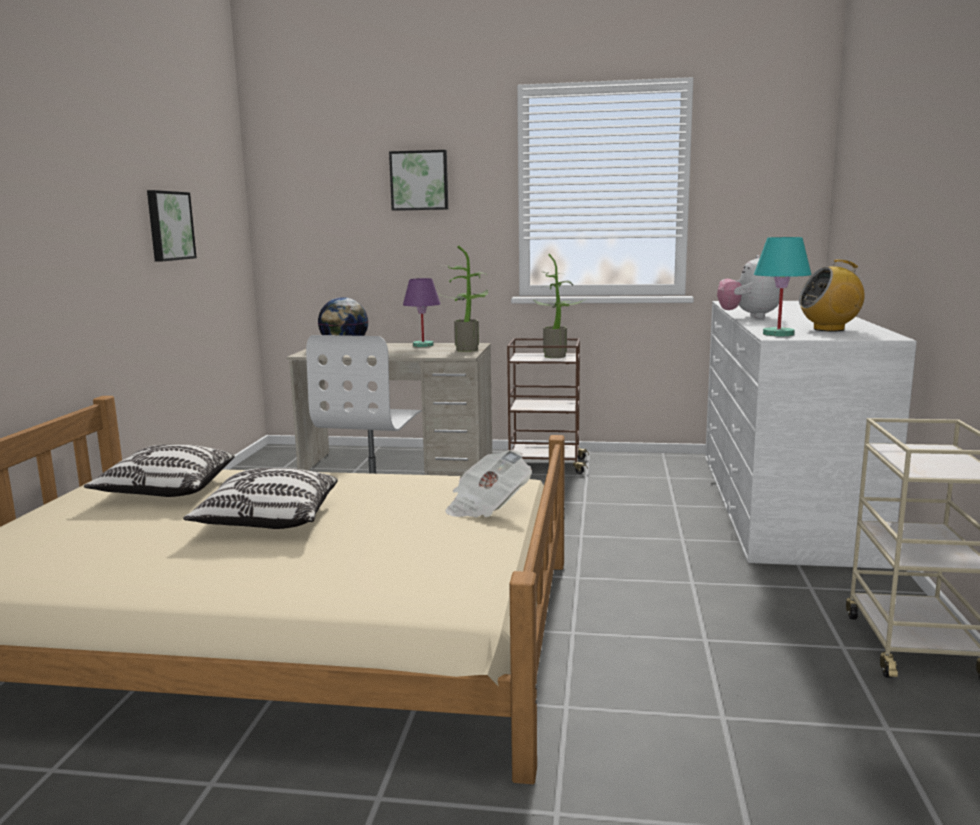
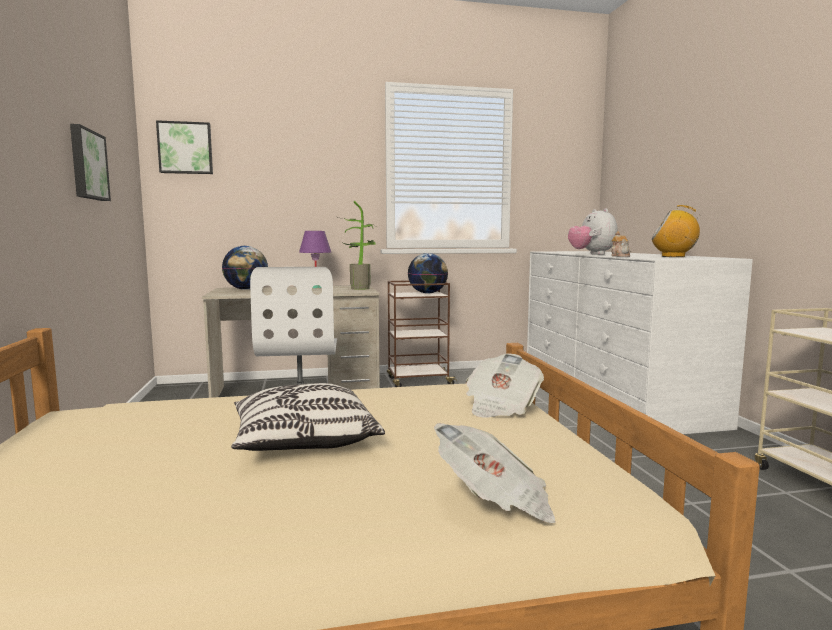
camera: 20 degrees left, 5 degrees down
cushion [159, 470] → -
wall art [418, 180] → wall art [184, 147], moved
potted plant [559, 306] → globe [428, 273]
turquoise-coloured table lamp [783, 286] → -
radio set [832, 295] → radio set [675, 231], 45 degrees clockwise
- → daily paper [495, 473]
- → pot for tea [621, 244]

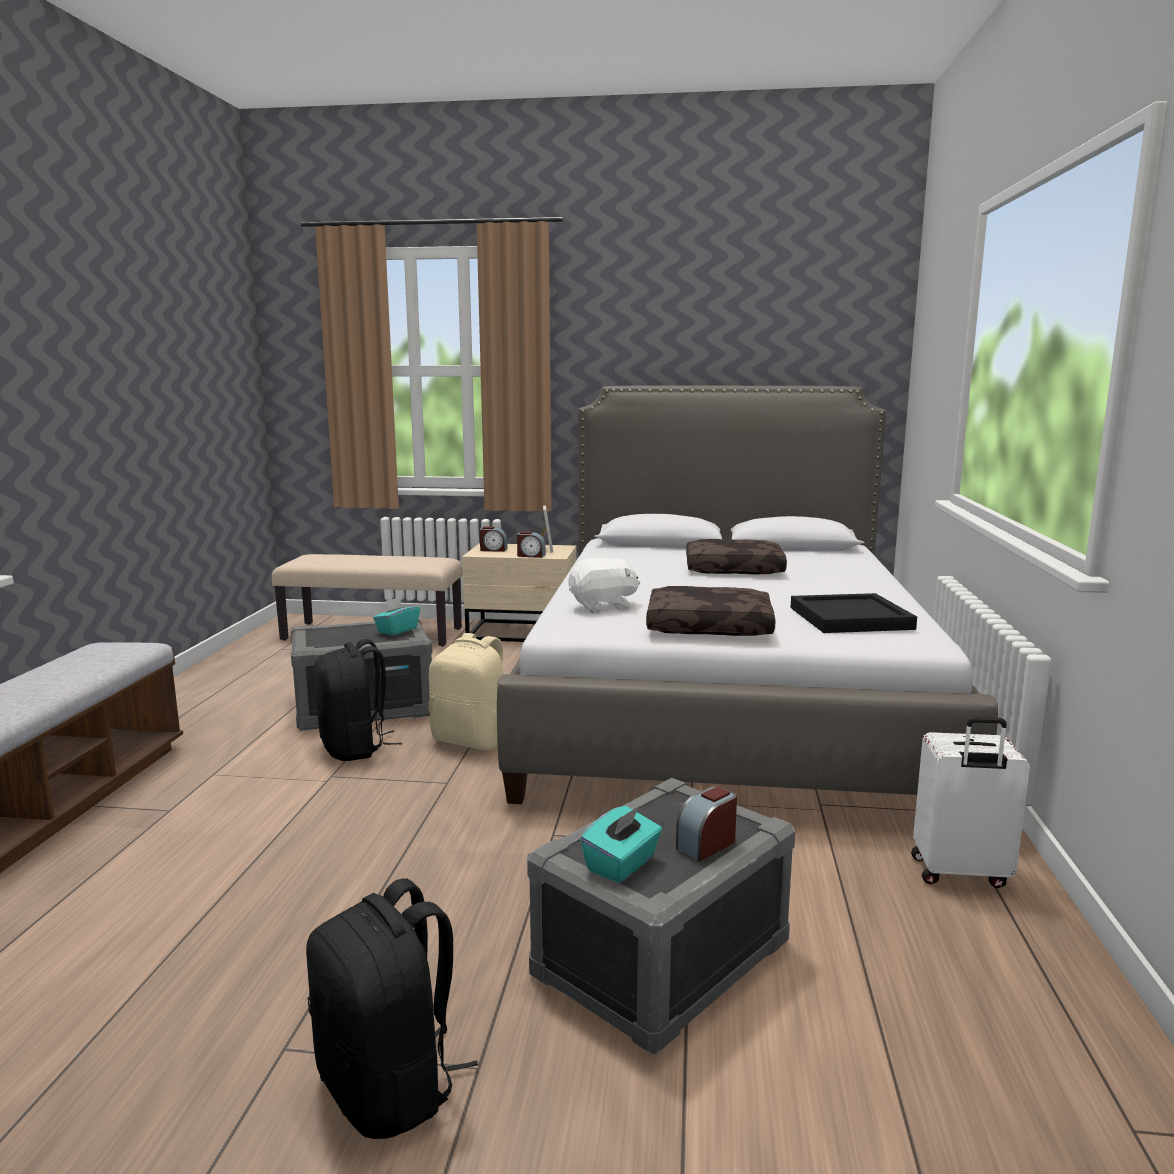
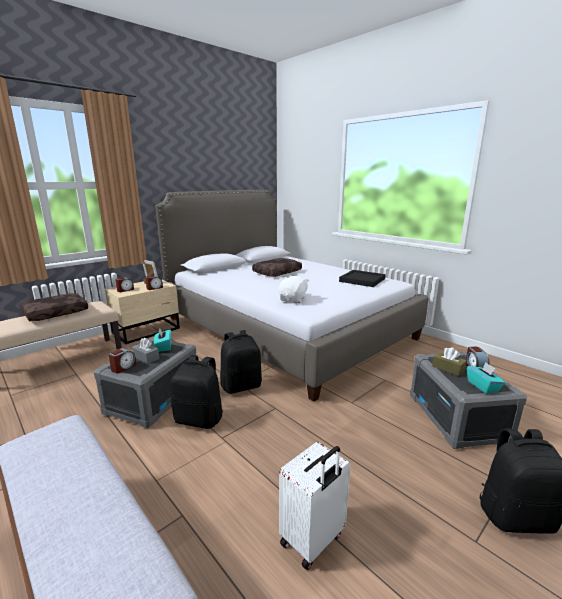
camera: 50 degrees left, 5 degrees up
beige-coloured knapsack [466, 691] → blackish knapsack [241, 362]
brownish cushion [711, 611] → brownish cushion [54, 307], moved
white-coloured piece of luggage [970, 802] → white-coloured piece of luggage [315, 506], moved
- → bedside clock [122, 360]
- → gray tissue box [146, 351]
- → brownish tissue box [449, 361]

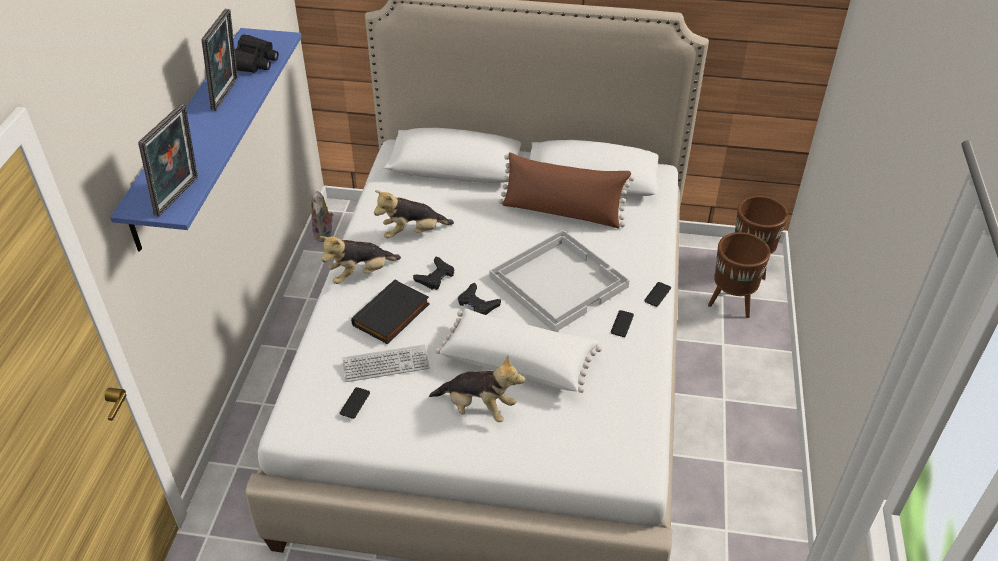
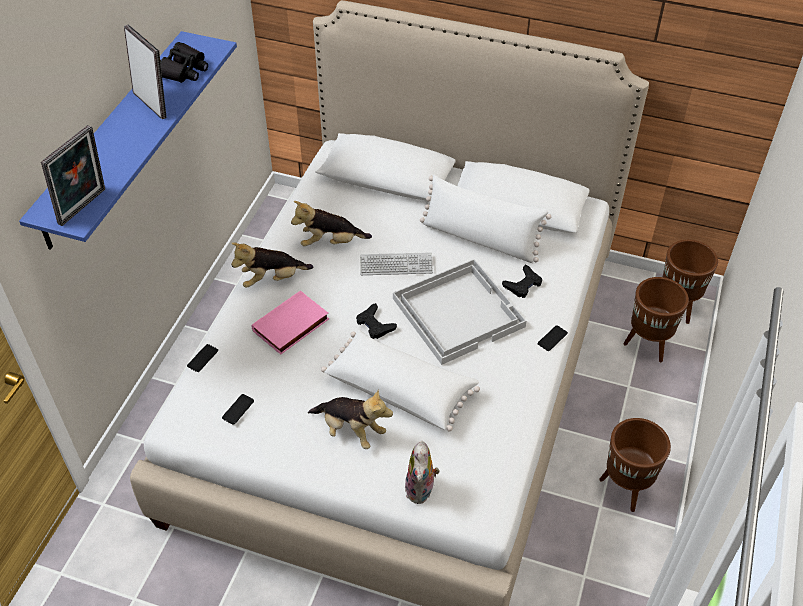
camera: 10 degrees right, 5 degrees up
picture frame [219, 60] → picture frame [145, 72], 60 degrees counterclockwise
soft toy [322, 216] → soft toy [422, 472], moved
computer keyboard [386, 363] → computer keyboard [396, 263], moved
blackish volume [390, 312] → pink volume [290, 322]
blackish gamepad [433, 273] → blackish gamepad [522, 281], moved
brownish cushion [566, 190] → white-coloured cushion [485, 219]
handset [622, 323] → handset [202, 358], moved
- → brownish plant pot [635, 465]

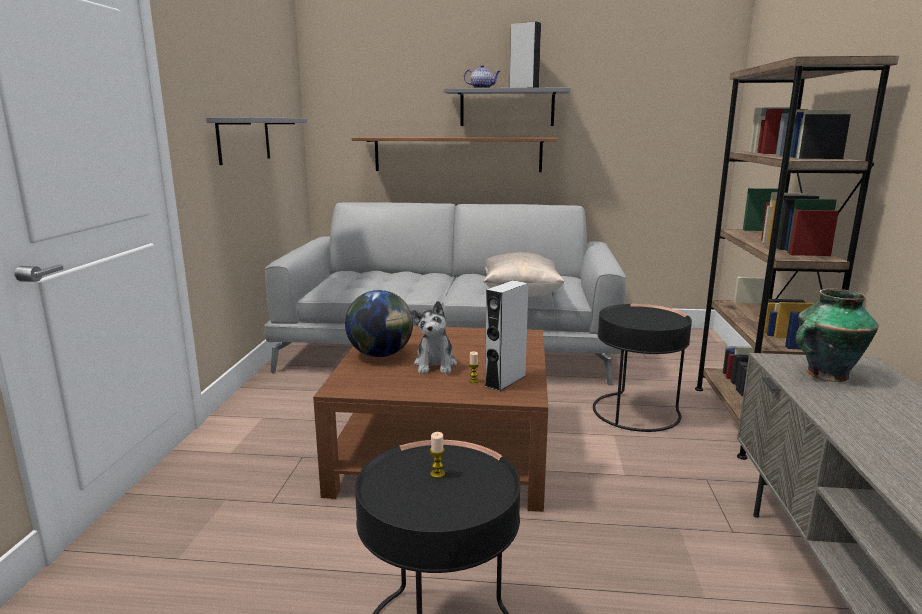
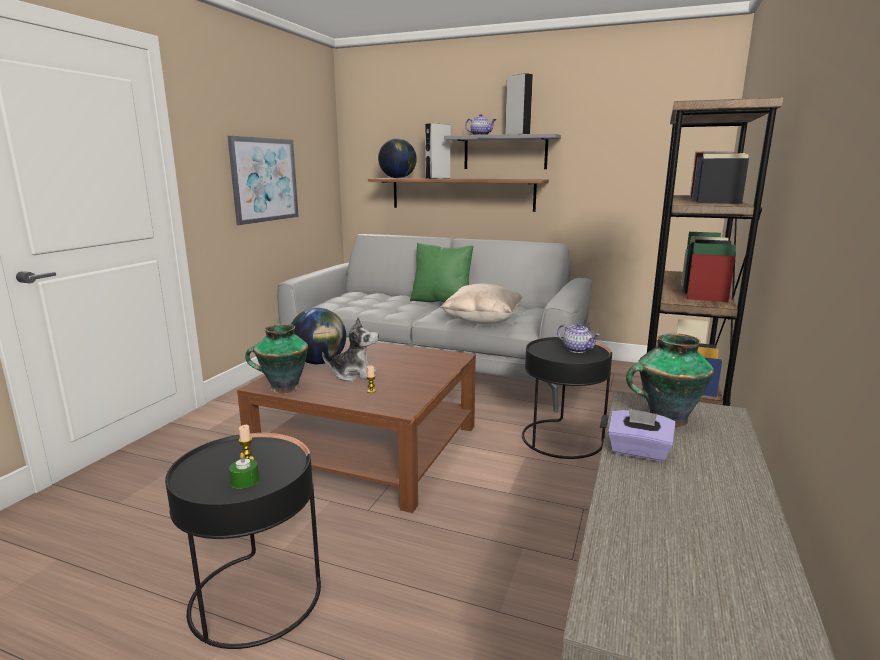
camera: 15 degrees right, 0 degrees up
gray wall shelf [256, 141] → wall art [263, 180]
soft toy [434, 337] → soft toy [350, 349], 105 degrees counterclockwise
gray audio speaker [506, 335] → gray audio speaker [438, 151], moved
- → green-coloured wax light [244, 471]
- → flower vase [276, 358]
- → globe [397, 158]
- → green-coloured cushion [441, 272]
- → pot for tea [578, 338]
- → purple tissue box [641, 435]

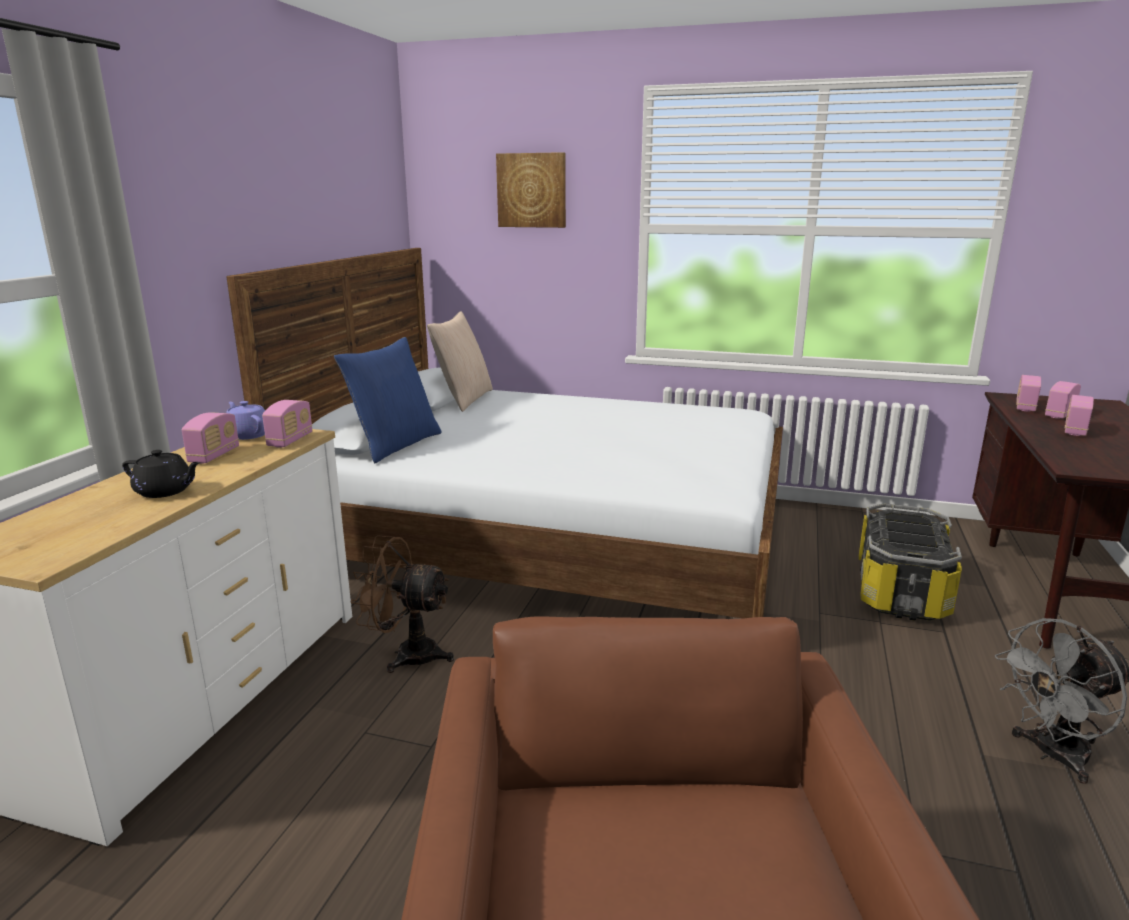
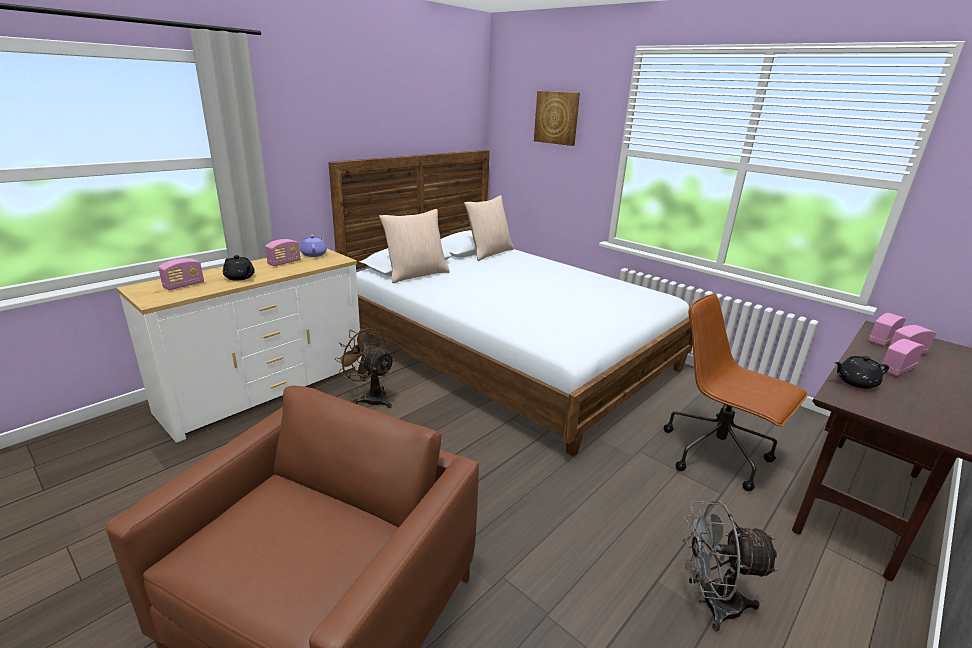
camera: 25 degrees right, 5 degrees up
radio set [287, 423] → radio set [181, 274], moved
blue cushion [387, 400] → beige-coloured cushion [414, 246]
storage container [910, 562] → brownish desk chair [736, 392]
- → blackish pot for tea [862, 372]

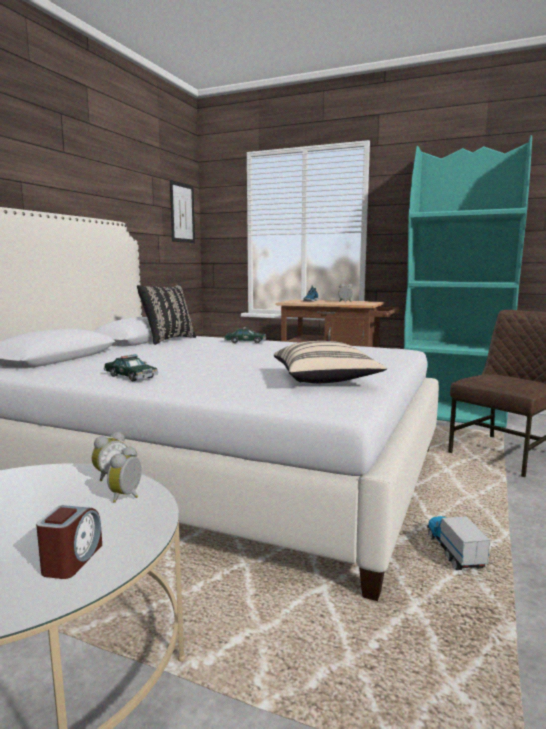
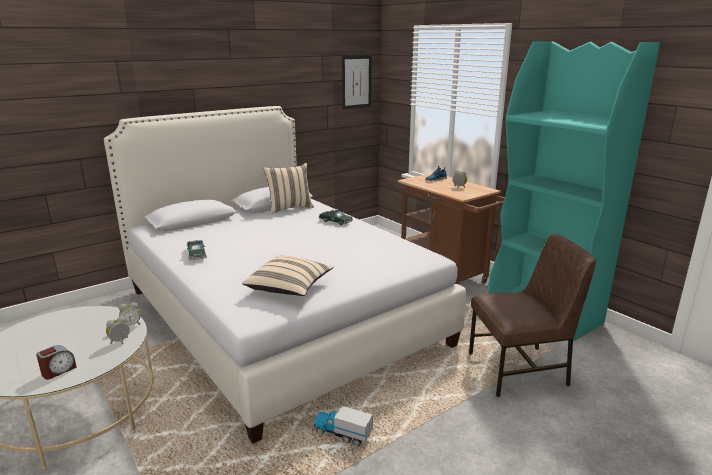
camera: 30 degrees right, 10 degrees up
blackish cushion [166, 314] → beige-coloured cushion [288, 188]
toy truck [459, 543] → toy truck [343, 426], 90 degrees counterclockwise

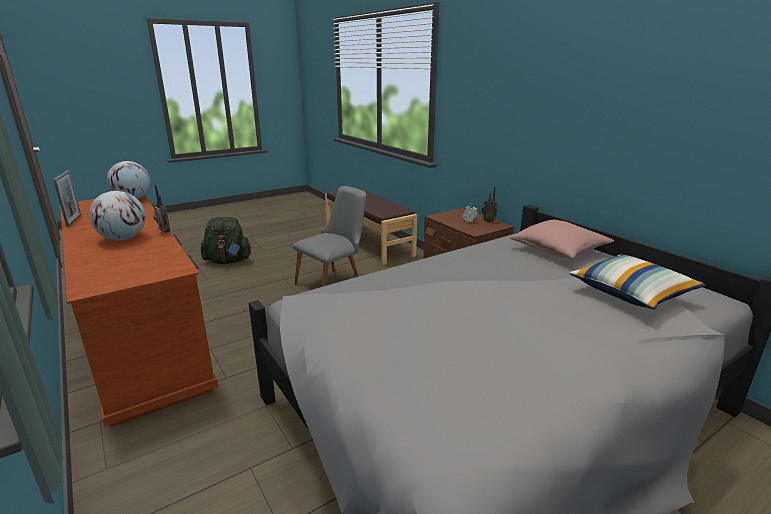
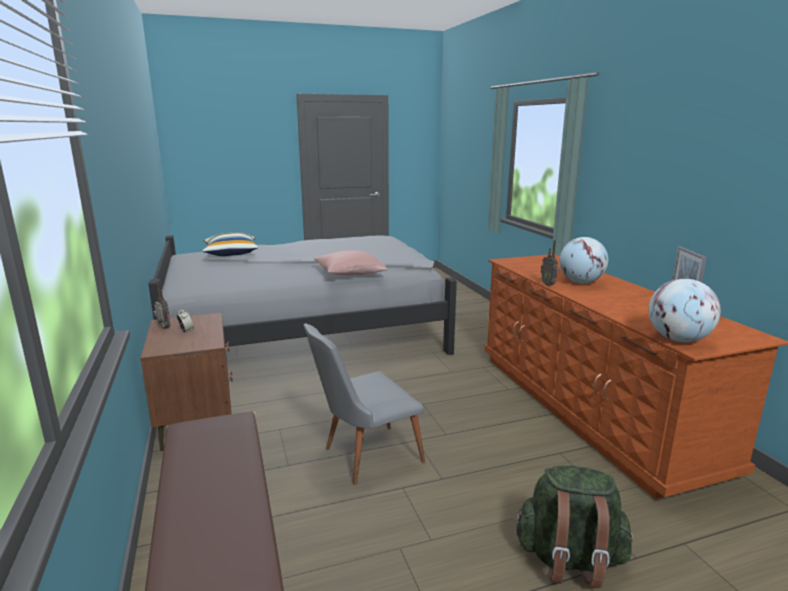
camera: 165 degrees left, 5 degrees down
pink cushion [561, 239] → pink cushion [350, 263], moved

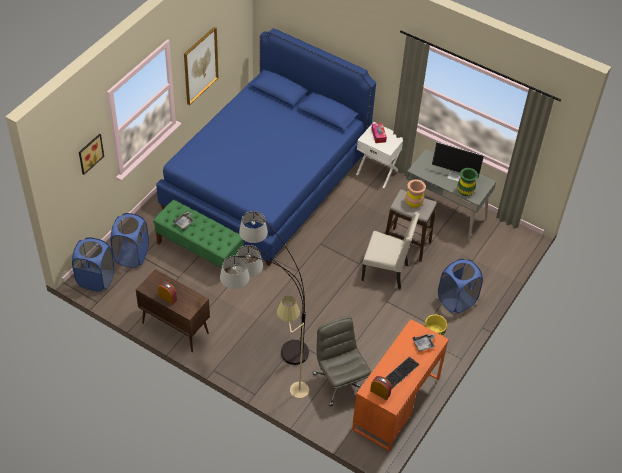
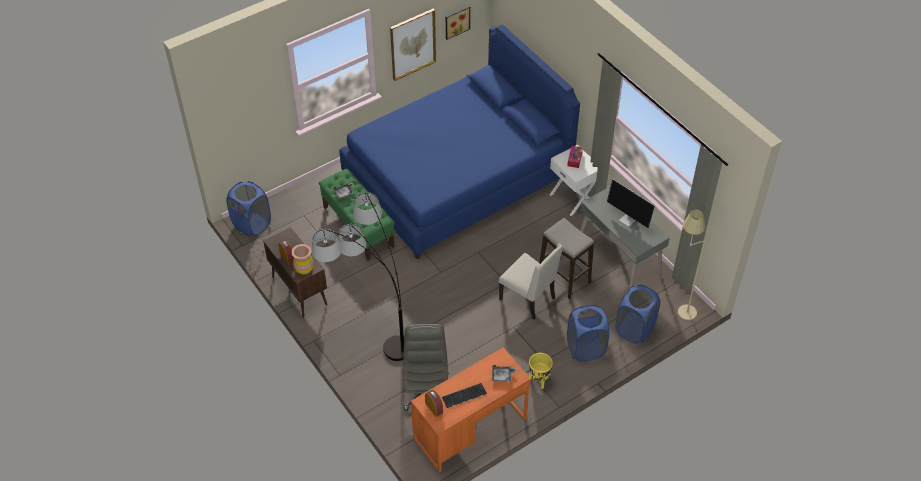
camera: 25 degrees right, 0 degrees up
wall art [91, 154] → wall art [458, 23], moved
blue laundry basket [129, 240] → blue laundry basket [637, 314], moved
beige-coloured standing lamp [293, 347] → beige-coloured standing lamp [692, 264], moved
brownish flower vase [415, 193] → brownish flower vase [302, 259], moved
green-coloured flower vase [467, 182] → -

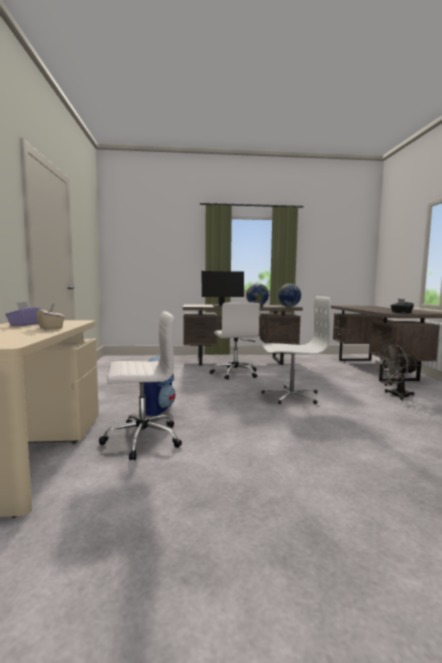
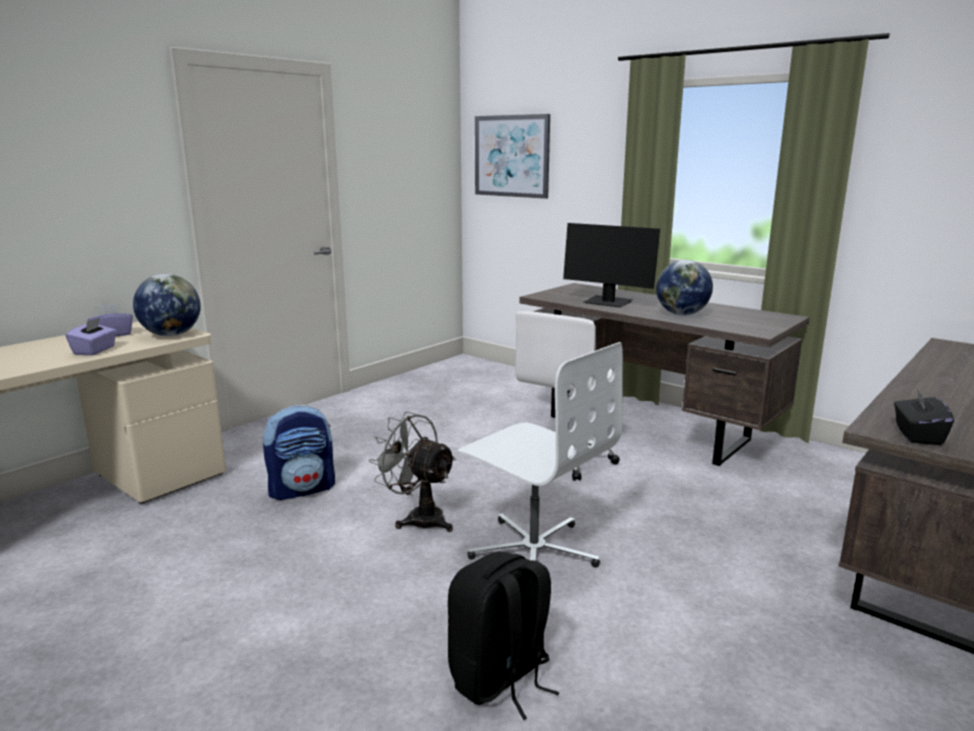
camera: 45 degrees right, 10 degrees up
beige-coloured tissue box [50, 316] → purple tissue box [91, 336]
white-coloured desk chair [140, 386] → -
globe [289, 295] → globe [167, 305], moved
gray cooling fan [397, 372] → gray cooling fan [412, 471], moved
- → blackish knapsack [503, 635]
- → wall art [512, 156]

